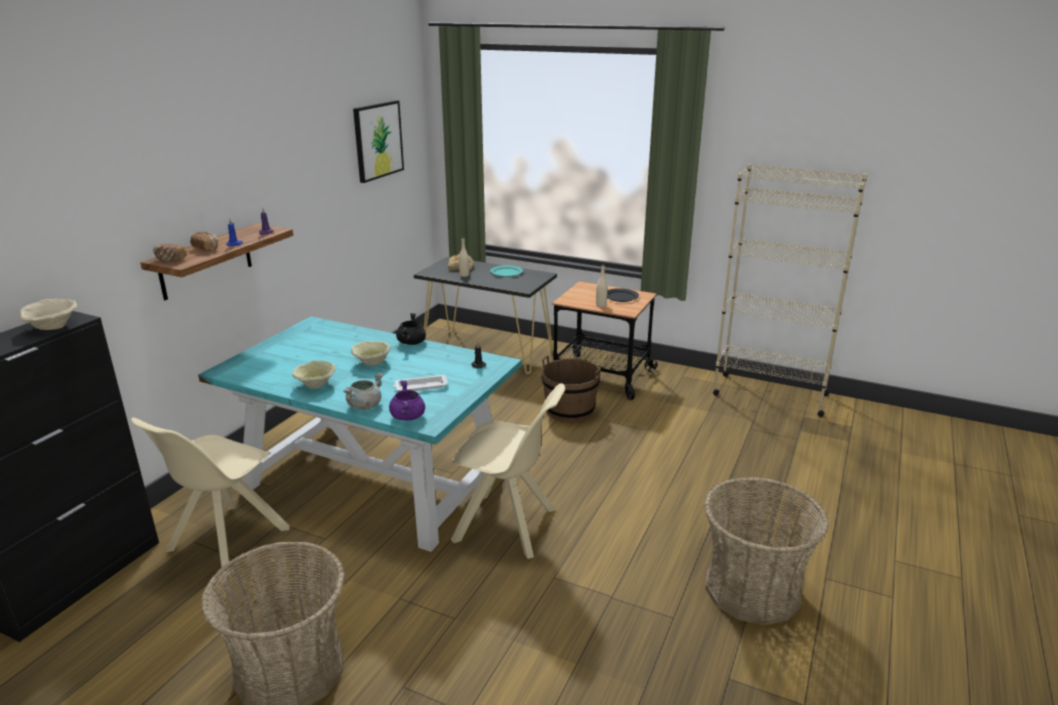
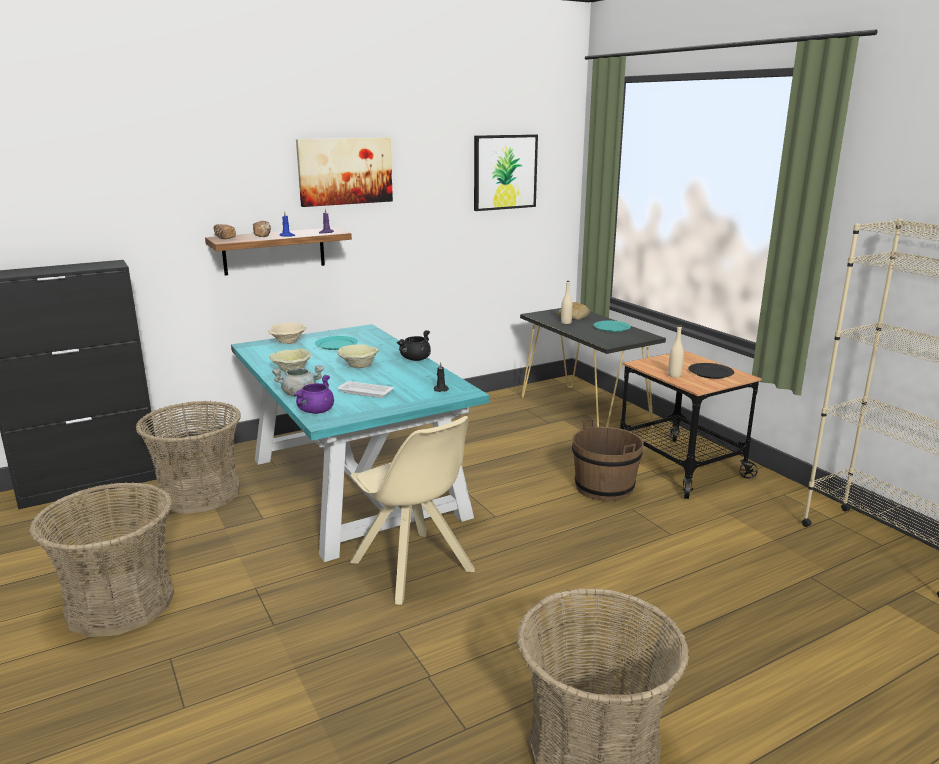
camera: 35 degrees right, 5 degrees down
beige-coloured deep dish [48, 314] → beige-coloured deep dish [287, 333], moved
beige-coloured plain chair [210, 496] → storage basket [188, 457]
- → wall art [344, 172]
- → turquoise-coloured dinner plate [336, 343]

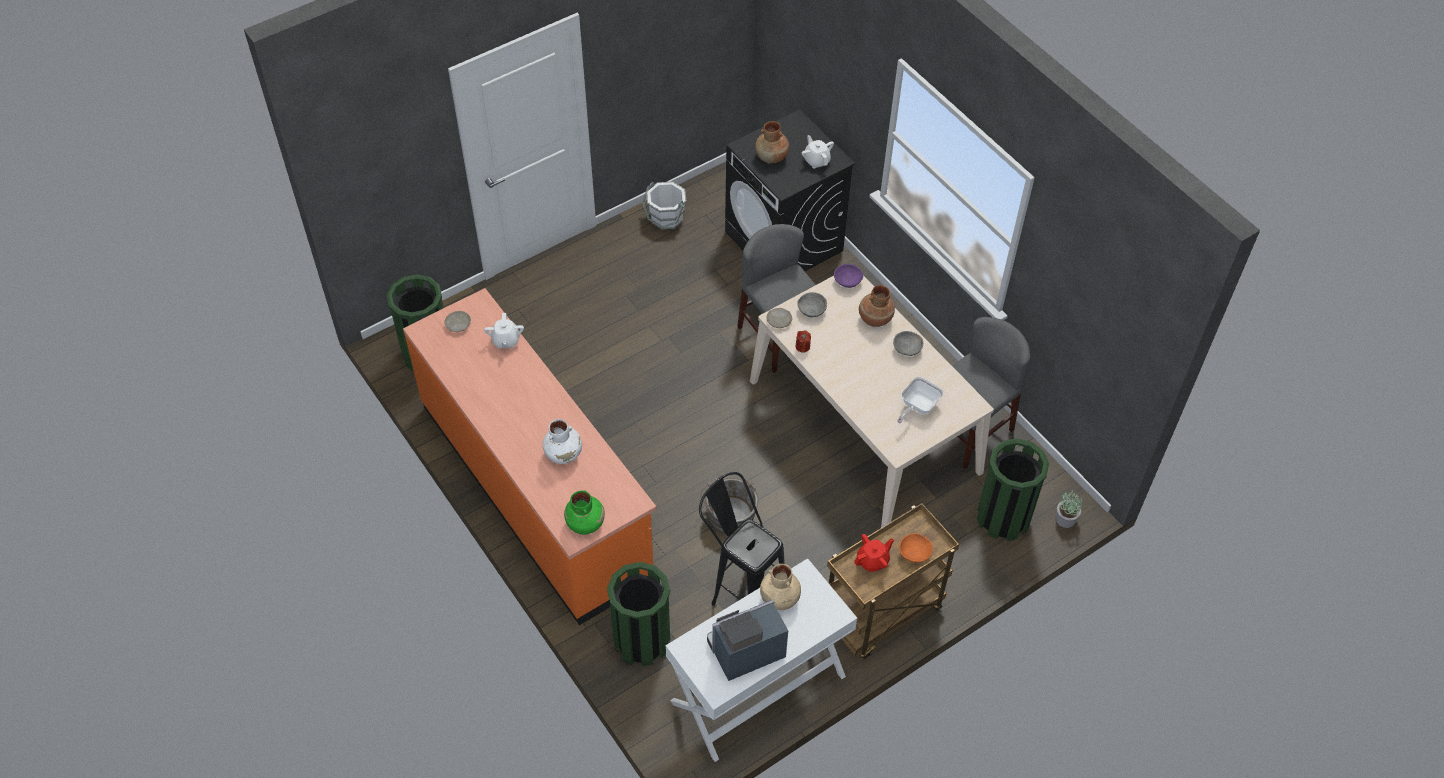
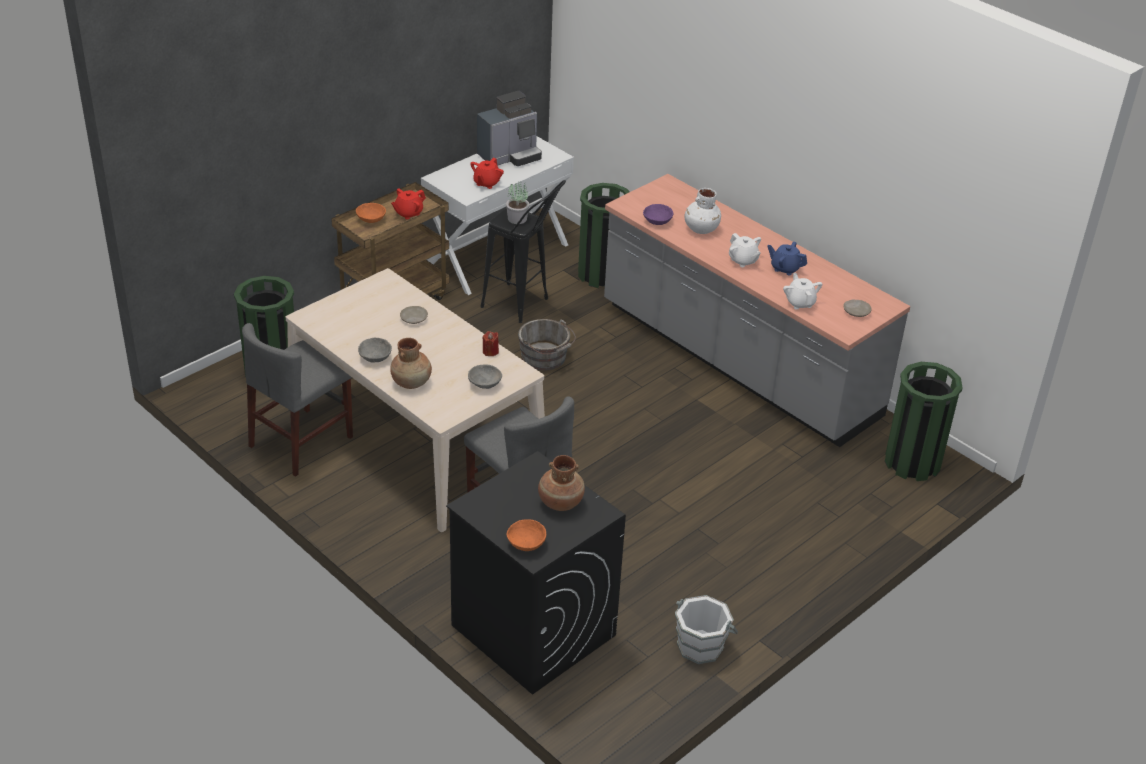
camera: 170 degrees right, 15 degrees down
orangey counter [529, 456] → gray counter [757, 310]
green-coloured flower vase [584, 512] → -
beige-coloured flower vase [780, 587] → red pot for tea [487, 173]
beige-coloured dinner plate [779, 318] → beige-coloured dinner plate [414, 315], moved
white-coloured pot for tea [818, 152] → white-coloured pot for tea [745, 250], moved
purple deep dish [848, 276] → purple deep dish [658, 214], moved
frying pan [920, 400] → -
potted plant [1069, 509] → potted plant [517, 202], moved
- → orangey deep dish [526, 535]
- → blue pot for tea [787, 259]

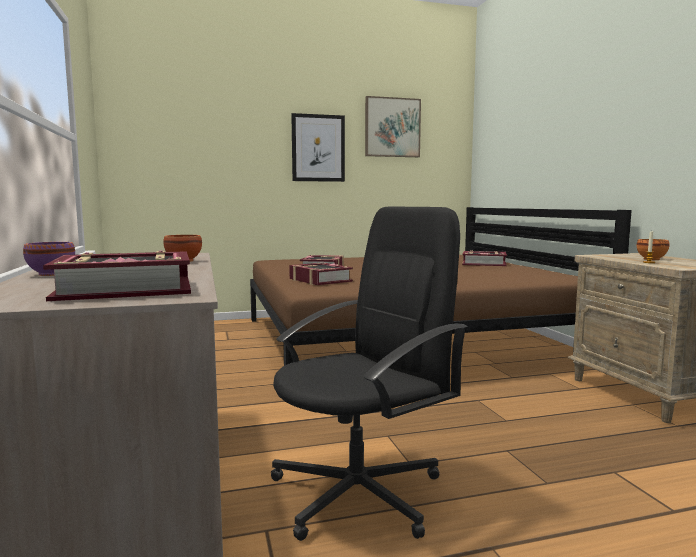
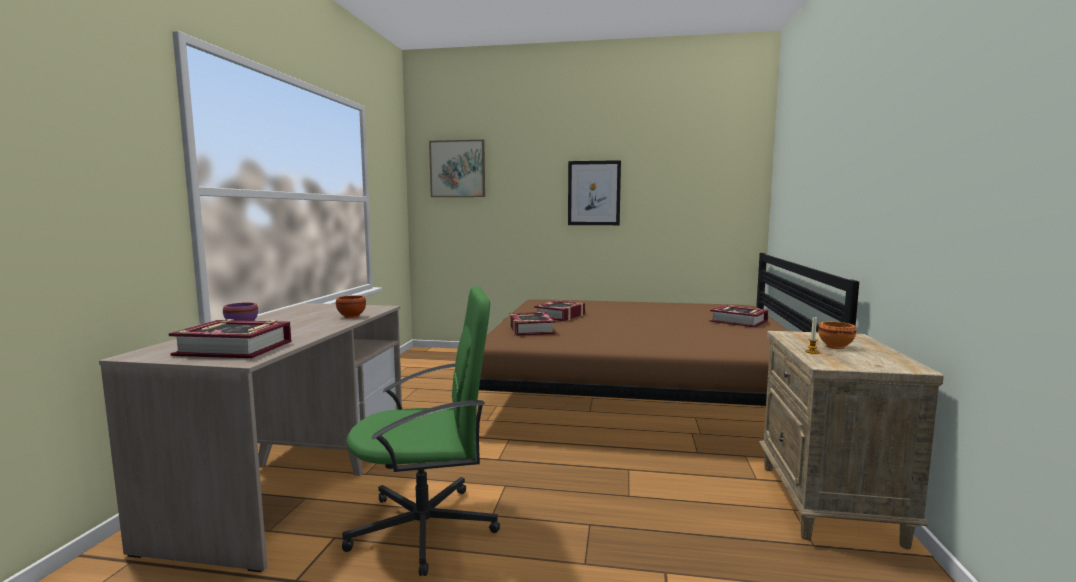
camera: 25 degrees right, 0 degrees up
blackish desk chair [369, 374] → green-coloured desk chair [421, 431]
wall art [393, 126] → wall art [457, 168], moved

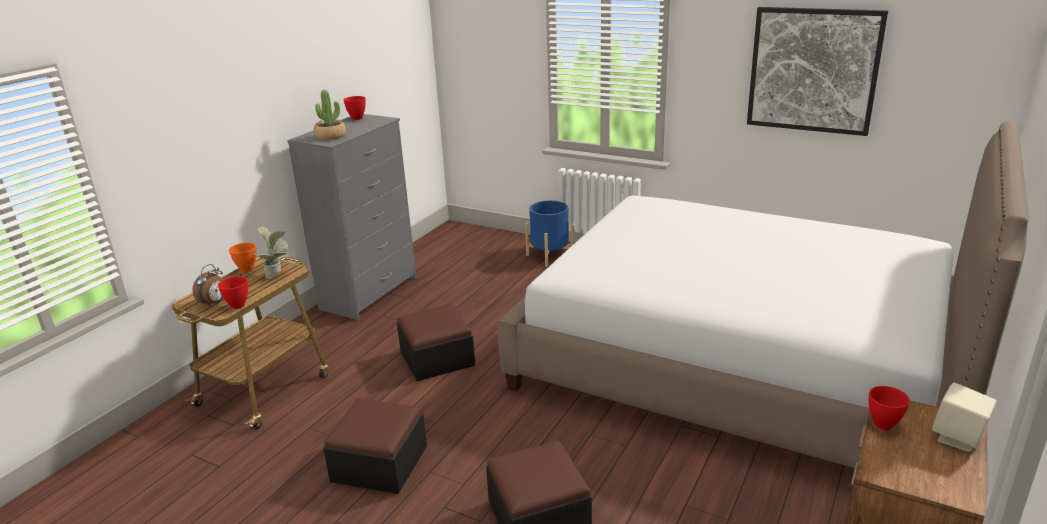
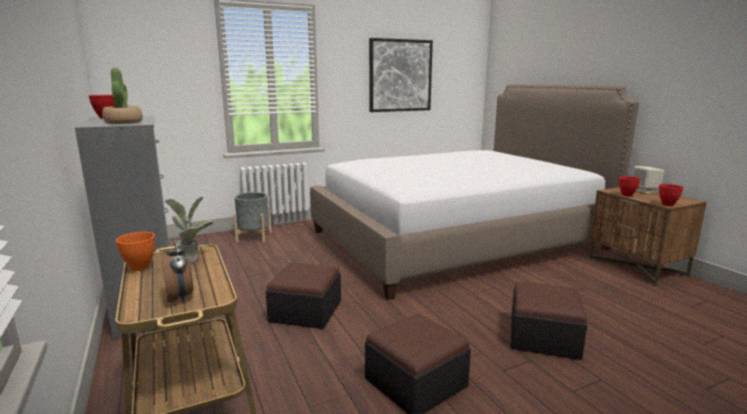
camera: 55 degrees left, 10 degrees down
red deep dish [233, 292] → red deep dish [671, 195], moved
blue plant pot [549, 234] → gray plant pot [252, 217]

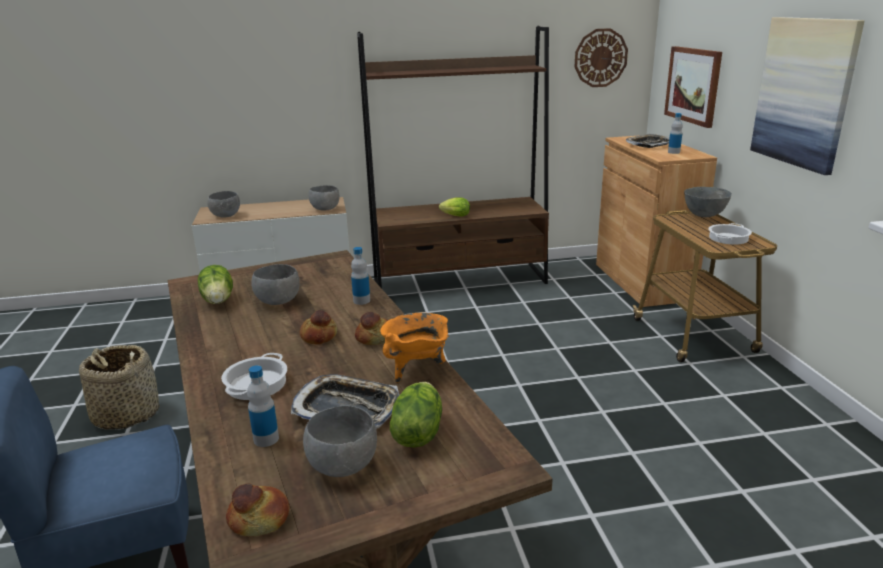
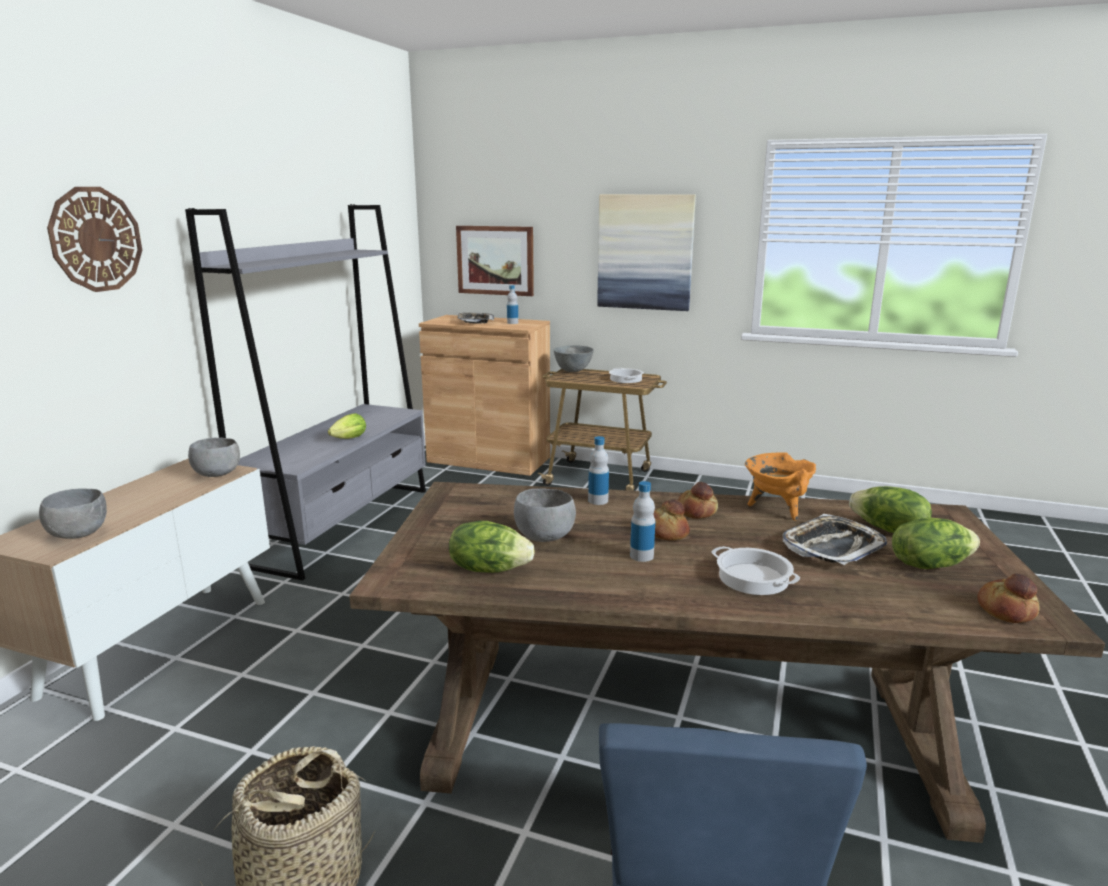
camera: 60 degrees left, 5 degrees down
beverage bottle [263, 406] → beverage bottle [642, 521], moved
gray deep dish [340, 441] → lettuce head [936, 543]
brownish bookcase [453, 157] → gray bookcase [305, 392]
wall clock [601, 57] → wall clock [94, 239], moved

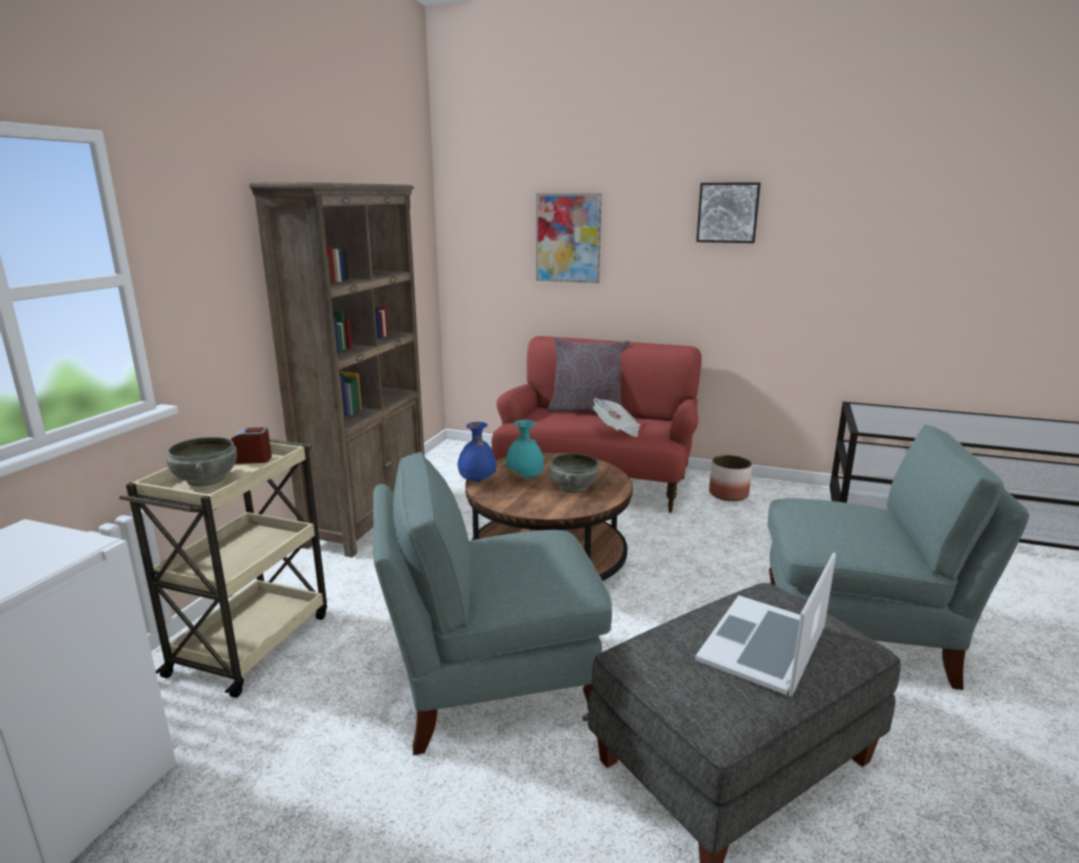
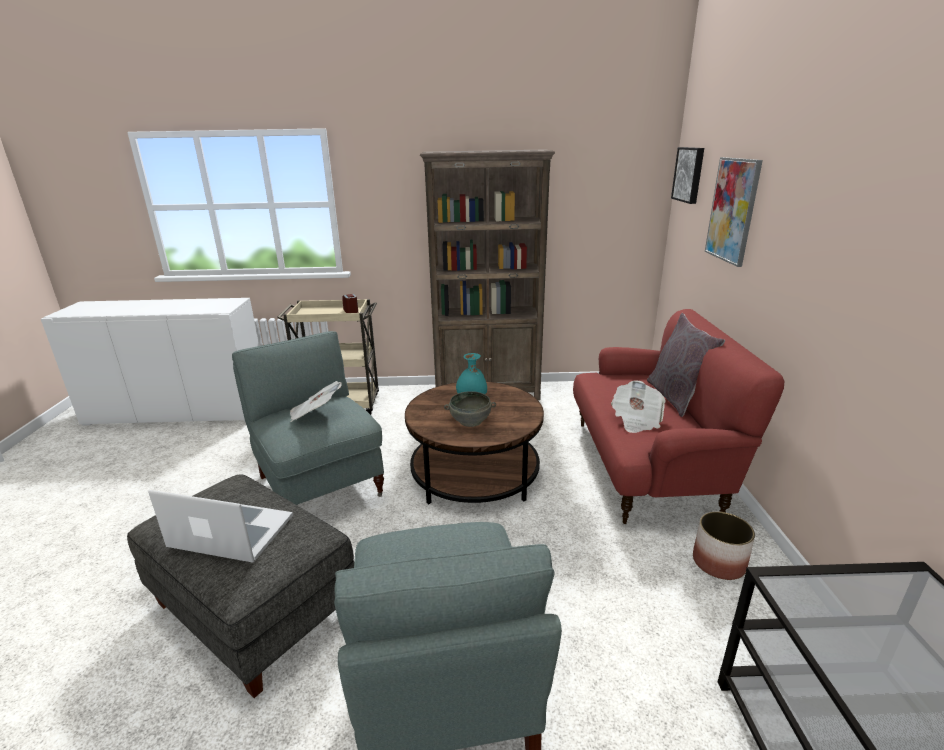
camera: 70 degrees right, 5 degrees up
gray deep dish [201, 462] → -
blue flower vase [477, 452] → -
wall art [728, 212] → wall art [687, 175], moved
- → daily paper [316, 401]

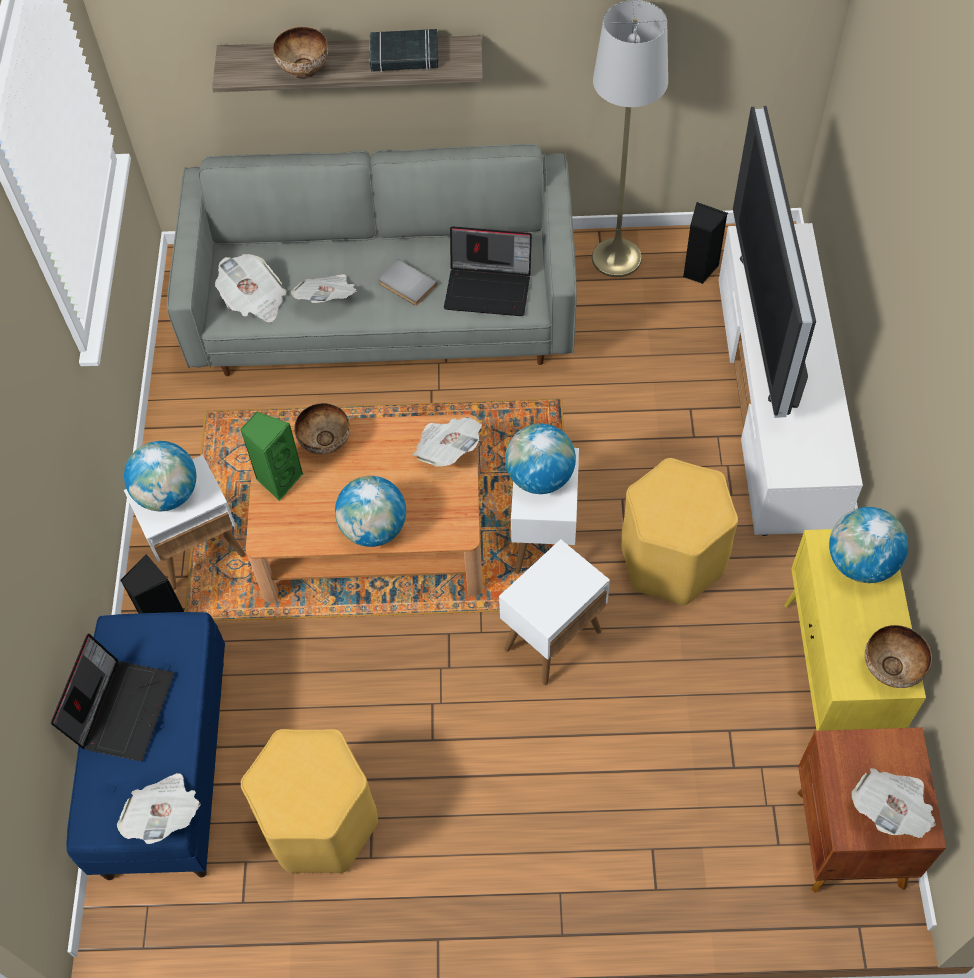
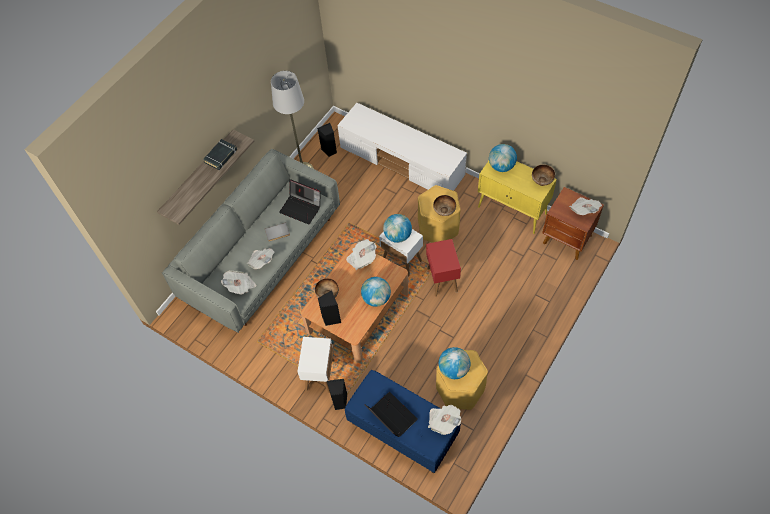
camera: 55 degrees left, 0 degrees up
globe [160, 476] → globe [454, 363], moved
green-coloured audio speaker [271, 456] → blackish audio speaker [329, 308]
deep dish [300, 53] → deep dish [444, 205], moved
laptop [488, 271] → laptop [300, 202], 75 degrees clockwise
white-coloured side table [554, 612] → red side table [443, 268]
TV set [774, 262] → -

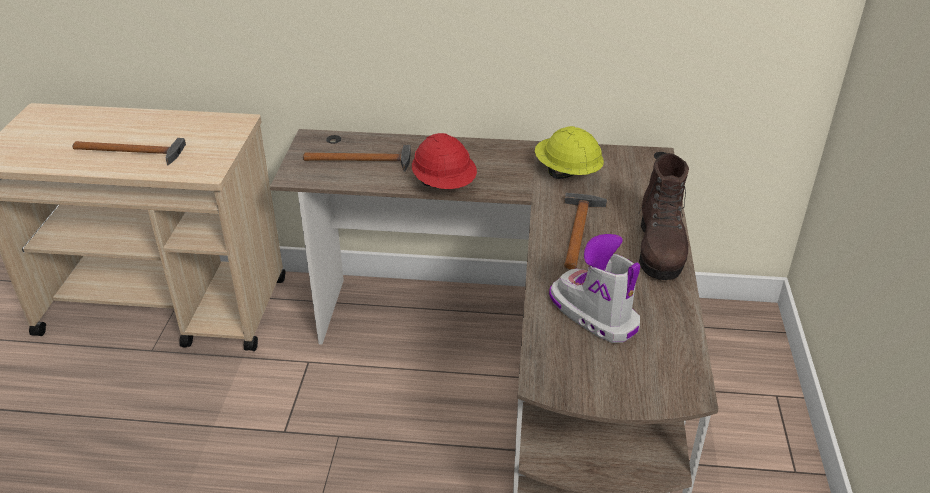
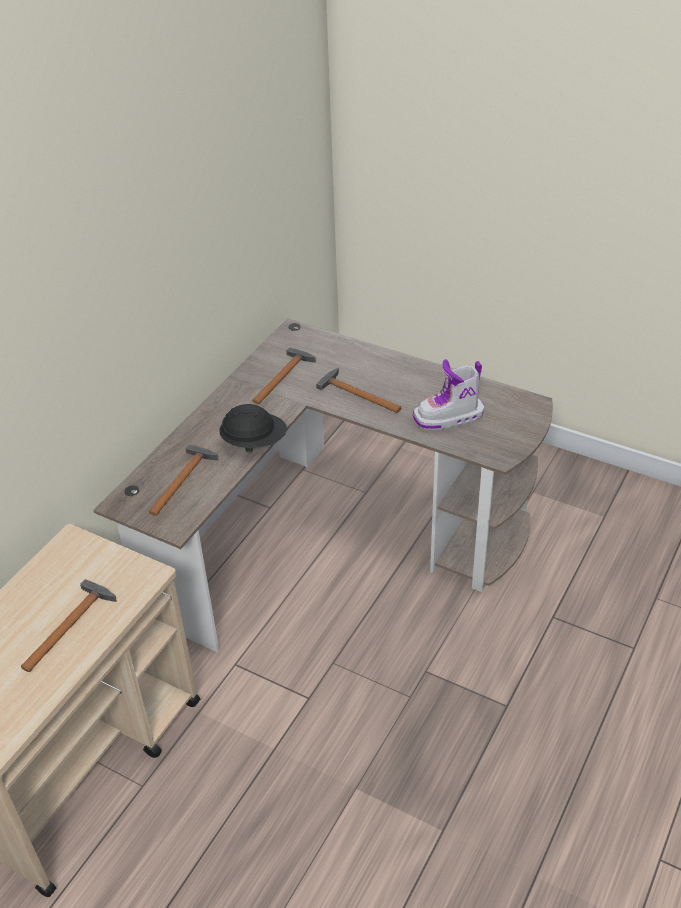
camera: 65 degrees left, 5 degrees up
red safety helmet [444, 161] → blackish safety helmet [253, 428]
yellow-coloured safety helmet [569, 152] → hammer [284, 375]
brownish high-top boot [664, 216] → -

